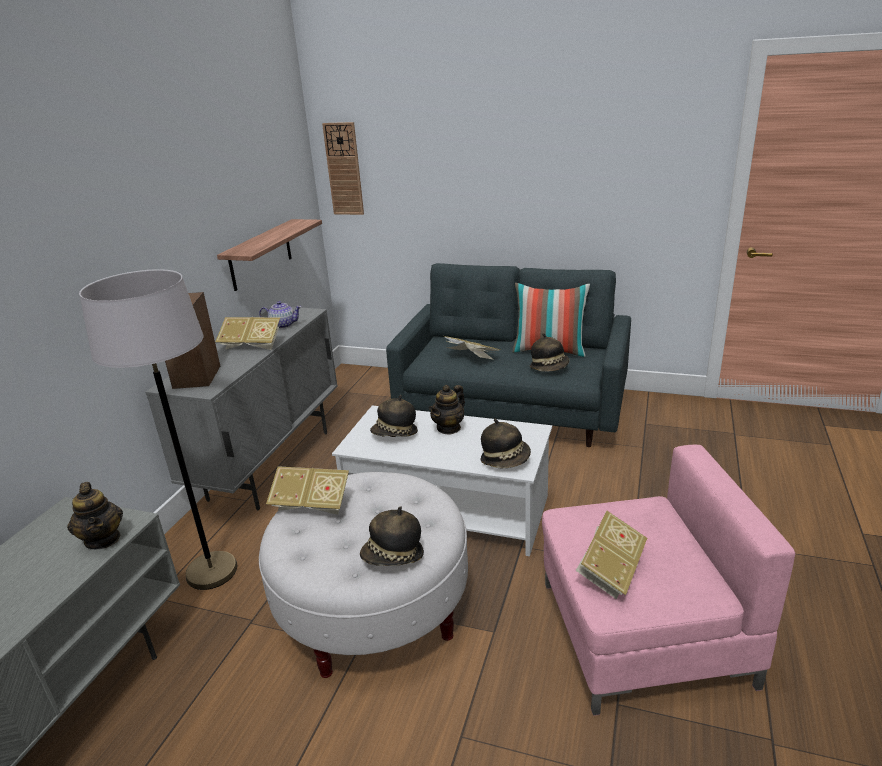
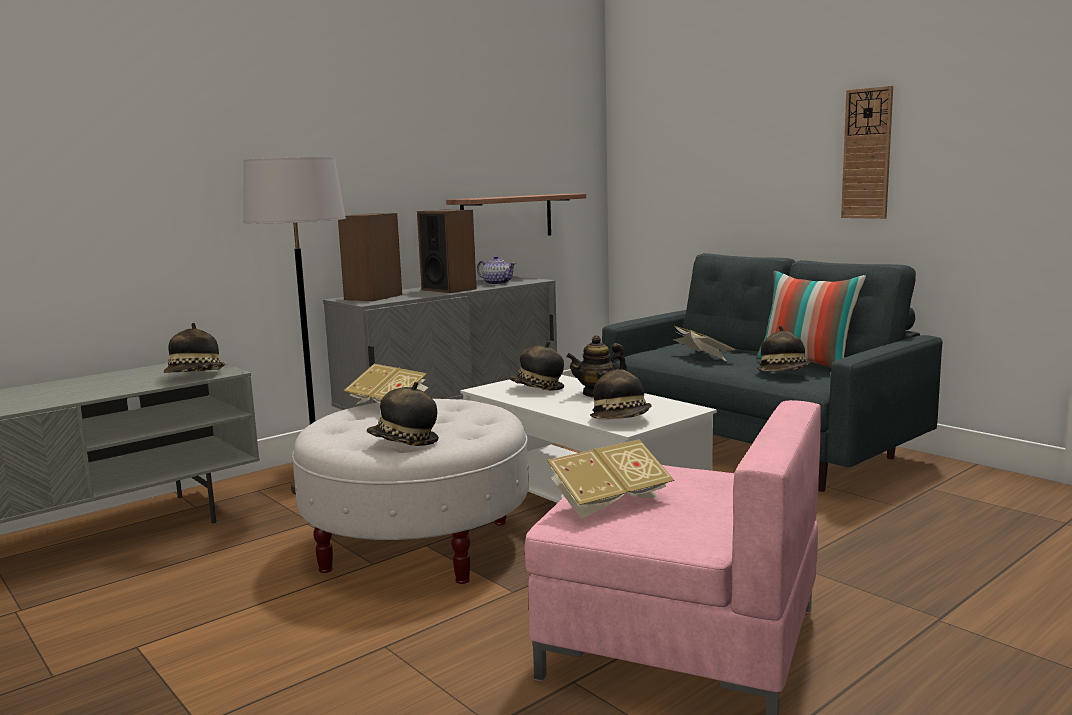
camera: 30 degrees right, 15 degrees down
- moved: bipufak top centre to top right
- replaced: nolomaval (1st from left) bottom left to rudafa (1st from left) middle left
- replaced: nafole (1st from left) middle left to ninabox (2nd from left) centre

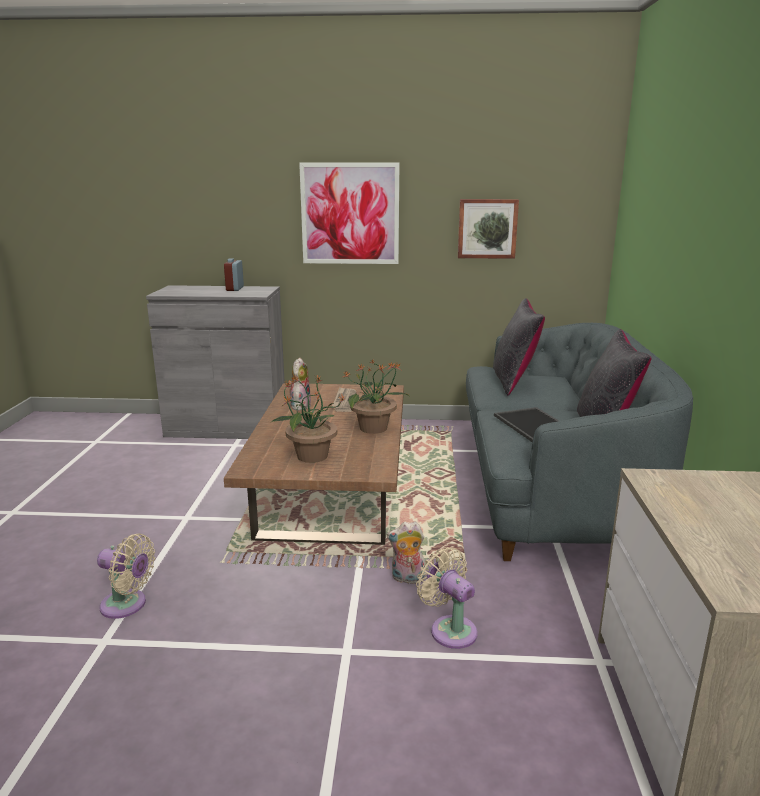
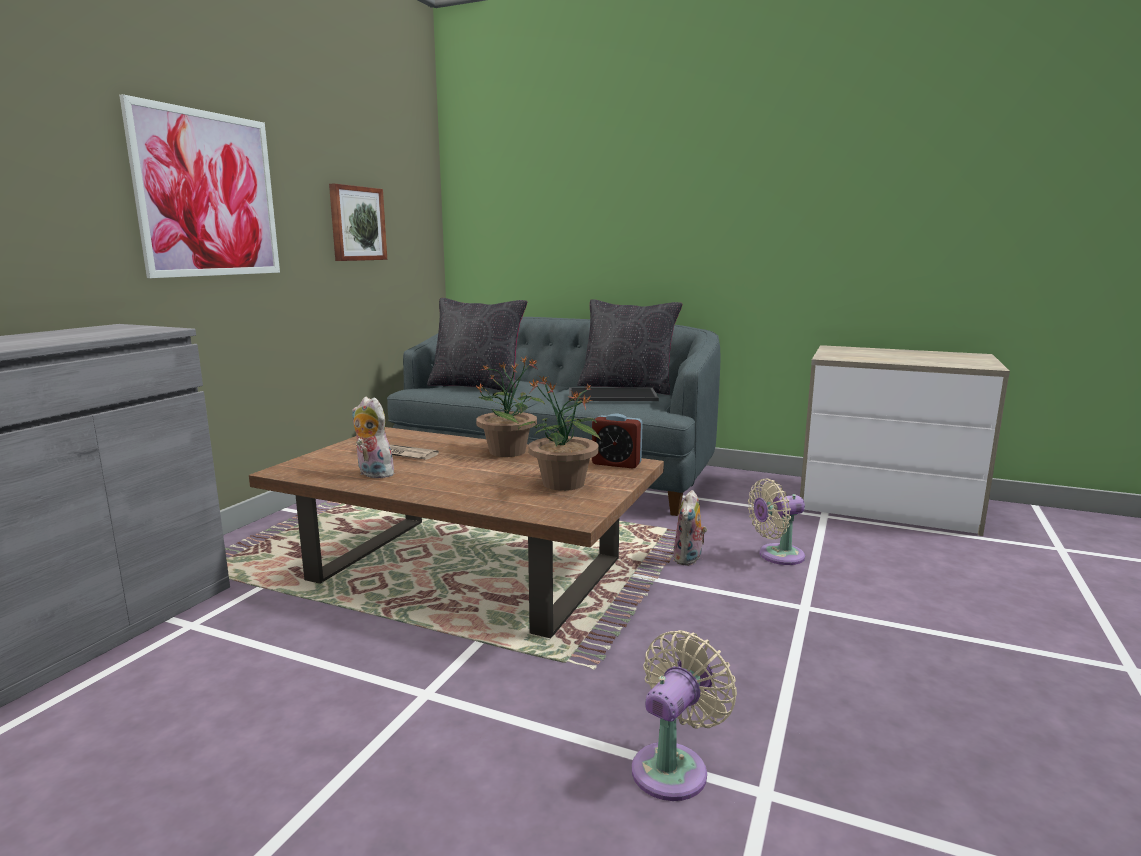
camera: 70 degrees left, 5 degrees down
- moved: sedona middle left to centre

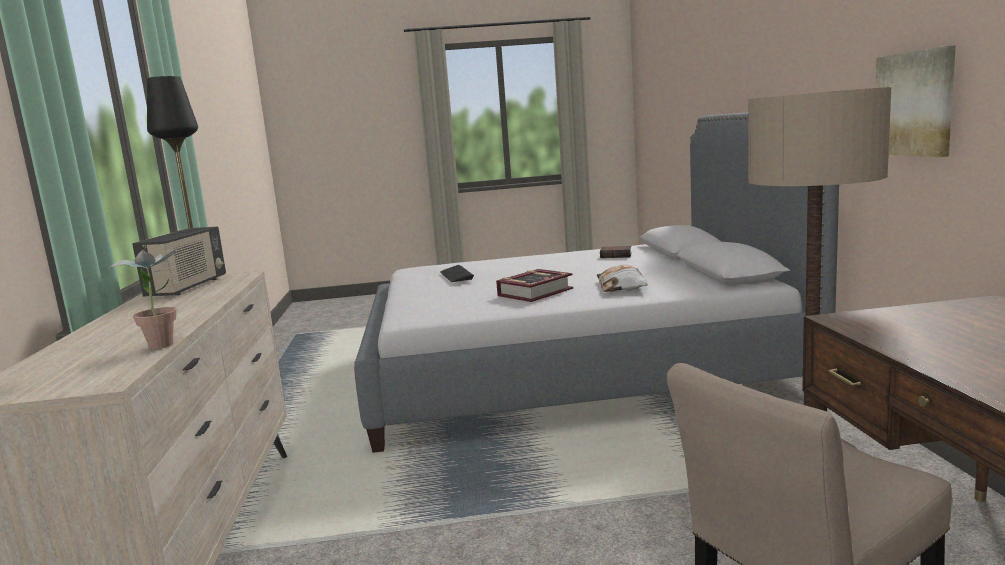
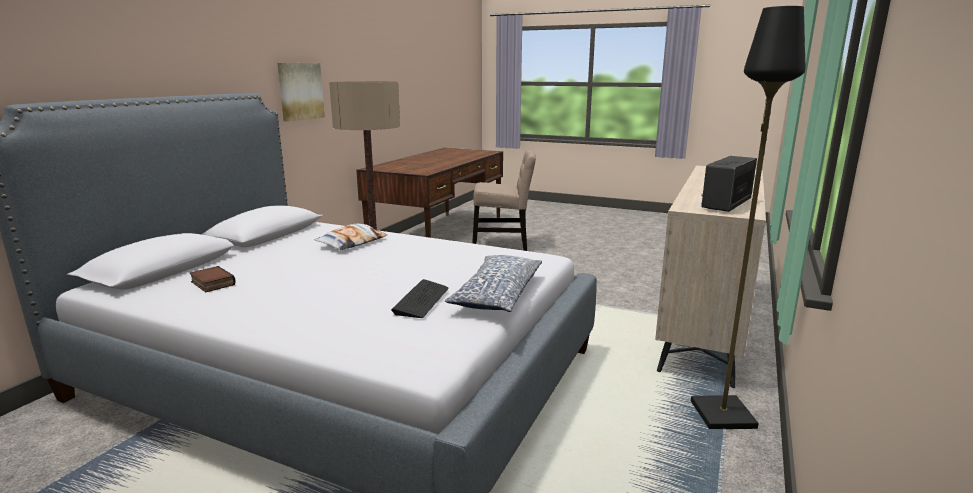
camera: 150 degrees left, 5 degrees up
- removed: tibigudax middle left
- removed: nafole (1st from left) centre
- added: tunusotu (2nd from left) centre

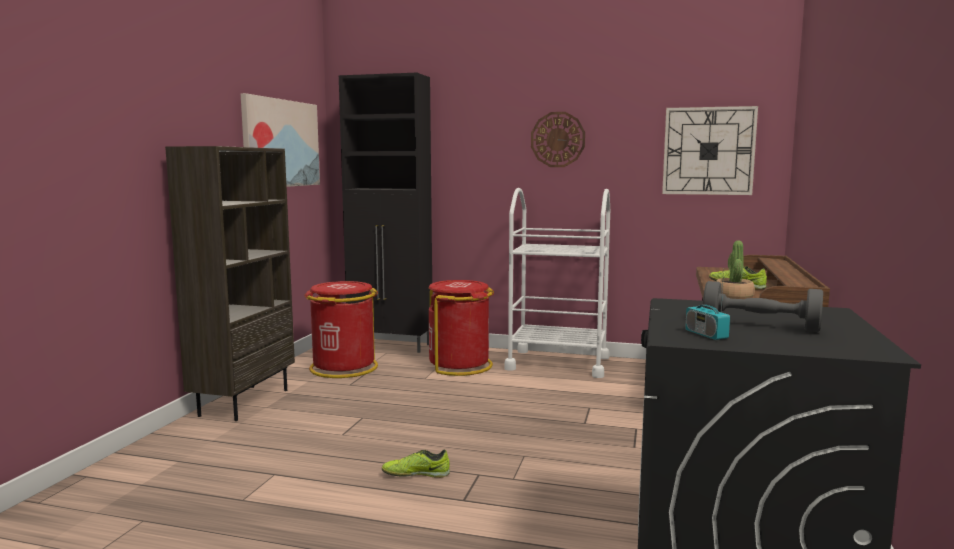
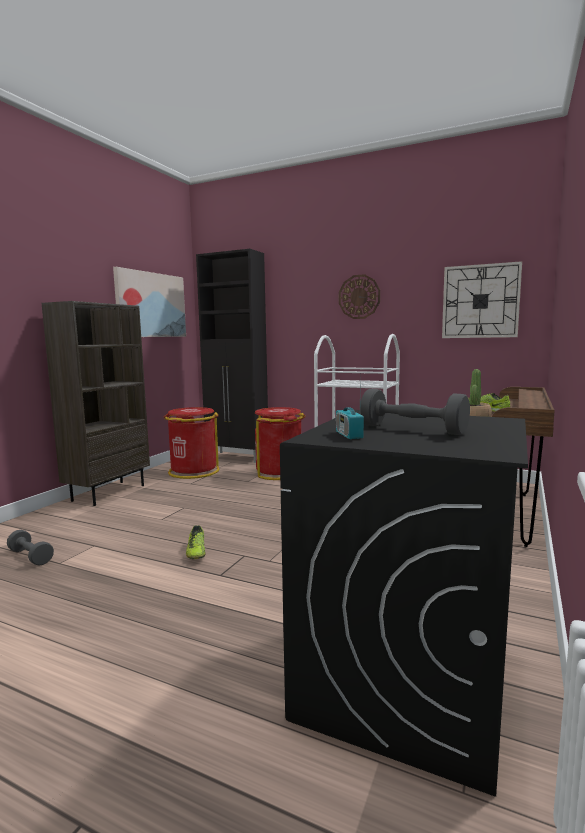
camera: 10 degrees right, 0 degrees up
- added: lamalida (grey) (1st from left) middle left
- turned: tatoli (1st from left) bottom centre = centre 105 degrees counterclockwise

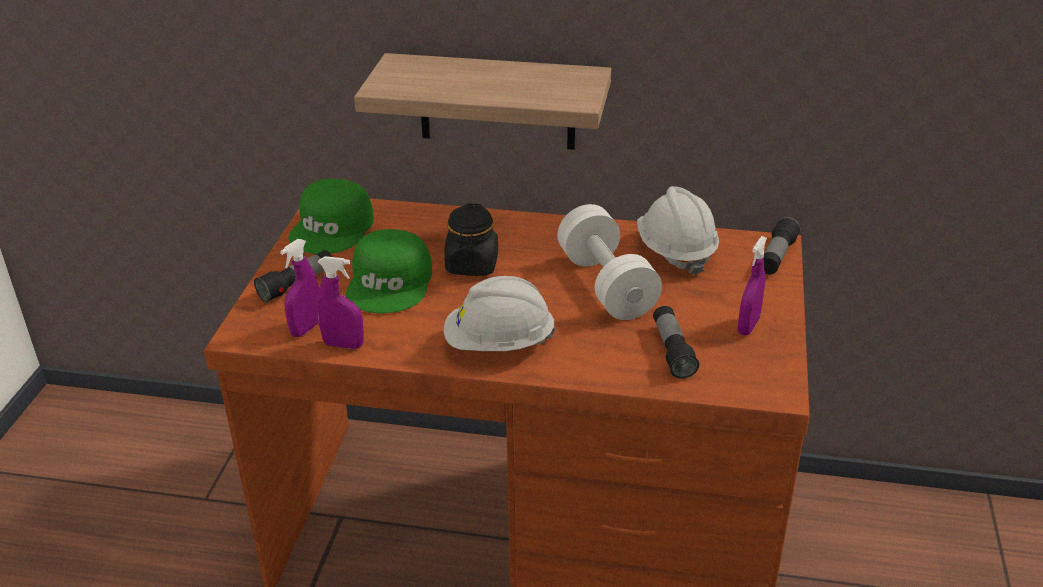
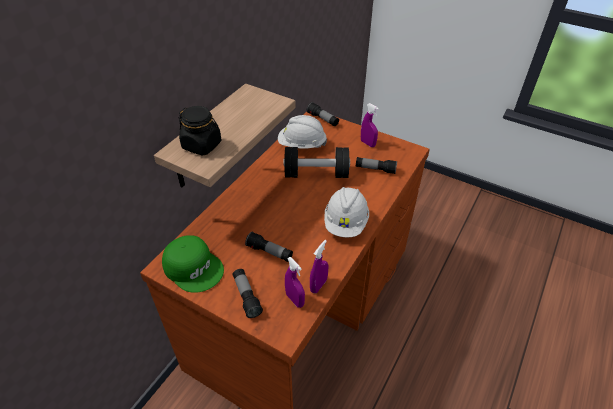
camera: 70 degrees left, 10 degrees up
- moved: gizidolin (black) centre to top left
- replaced: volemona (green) (2nd from left) centre to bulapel (2nd from left) centre
- recoloured: lamalida (white) centre to lamalida (black) centre

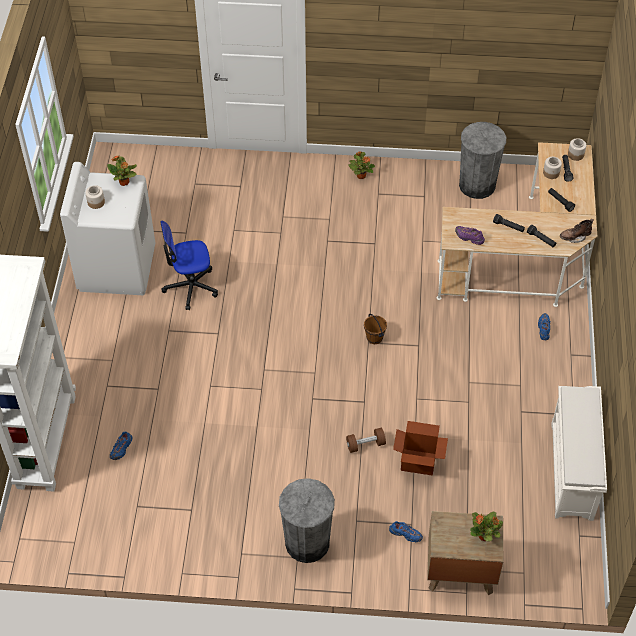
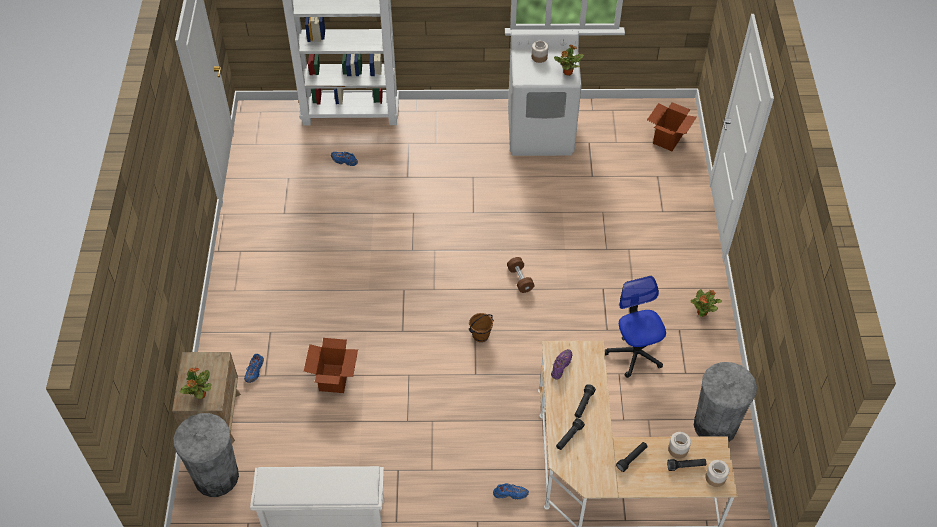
camera: 85 degrees right, 0 degrees up
- removed: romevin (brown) middle right
- added: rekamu (2nd from left) top right
- moved: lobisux middle left to middle right
- moved: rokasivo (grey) (1st from left) bottom centre to bottom left
- moved: lamalida (brown) bottom centre to centre

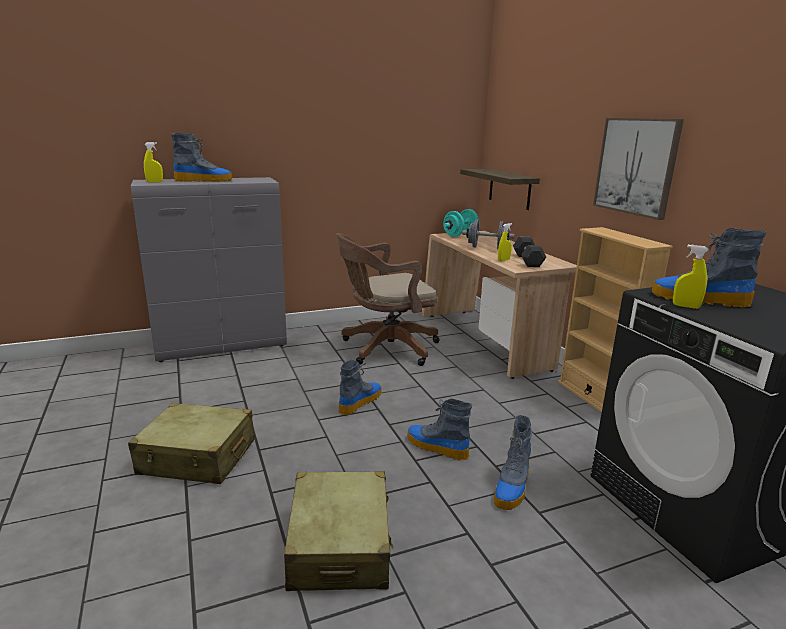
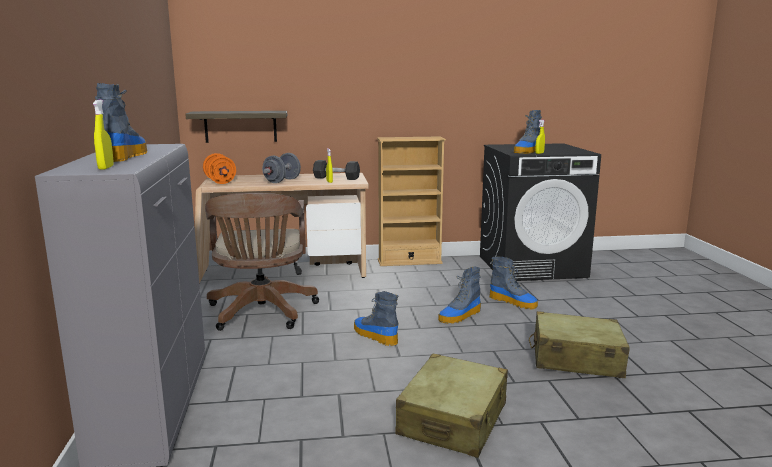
camera: 75 degrees left, 5 degrees down
- removed: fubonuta top right
- recoloured: lamalida (turquoise) centre to lamalida (orange) middle left

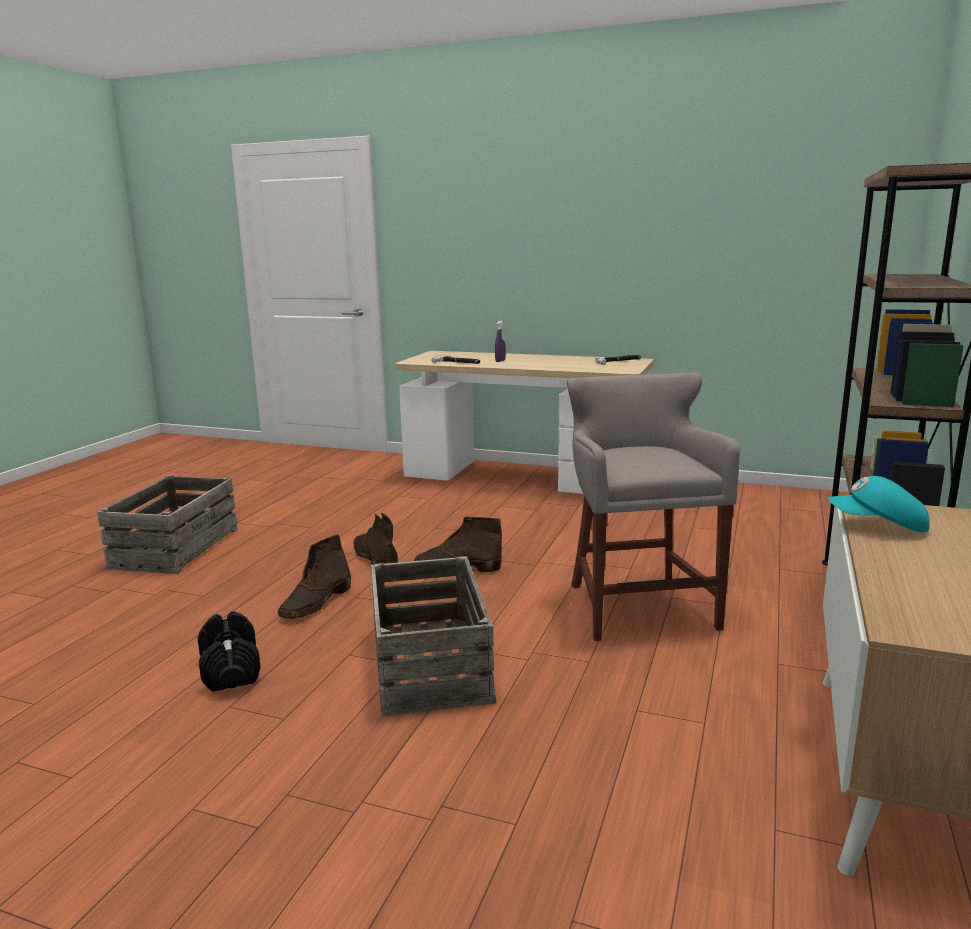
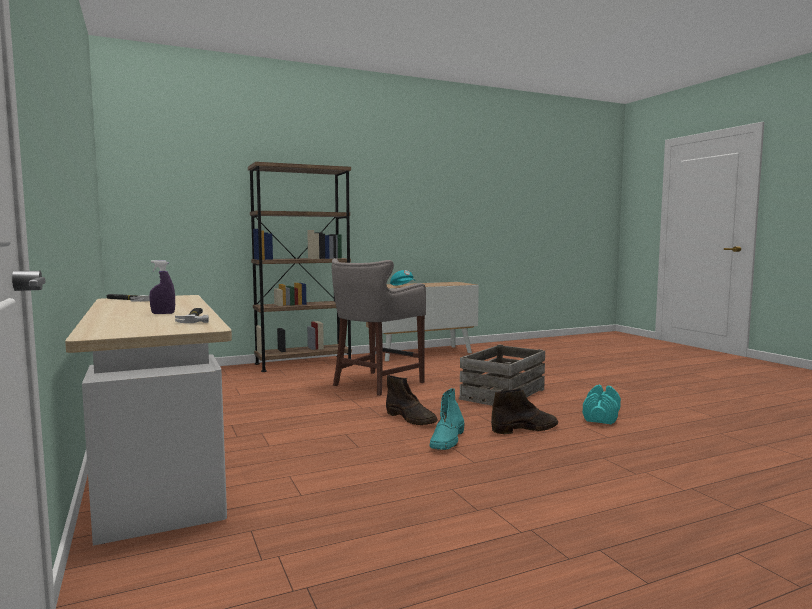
camera: 135 degrees left, 10 degrees down
- removed: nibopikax (1st from left) middle left
- recoloured: lamalida (black) bottom left to lamalida (turquoise) middle right
- recoloured: romevin (brown) (2nd from left) centre to romevin (turquoise) bottom centre

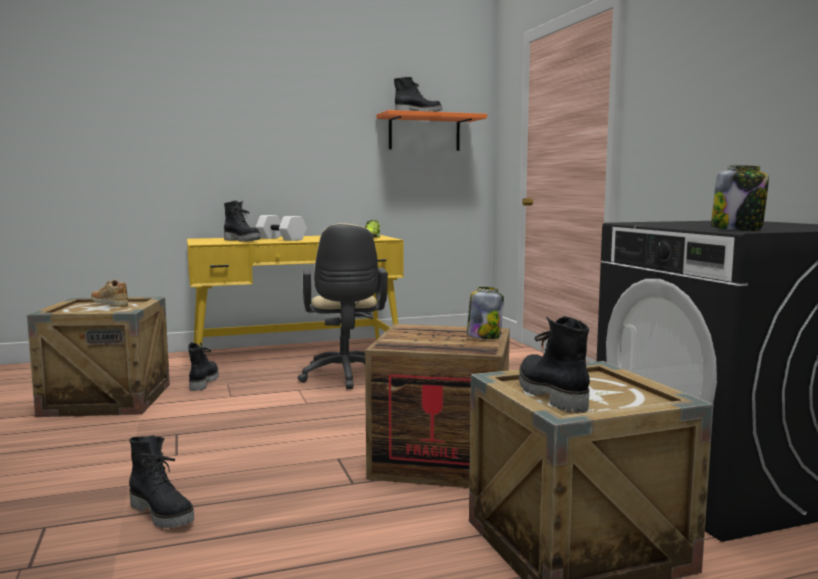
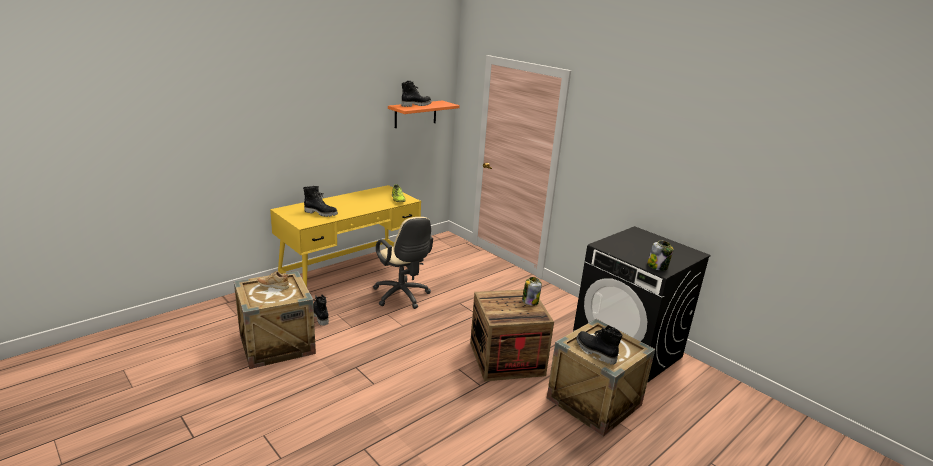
camera: 25 degrees left, 15 degrees up
- removed: romevin (black) (1st from left) bottom left
- removed: lamalida (white) centre

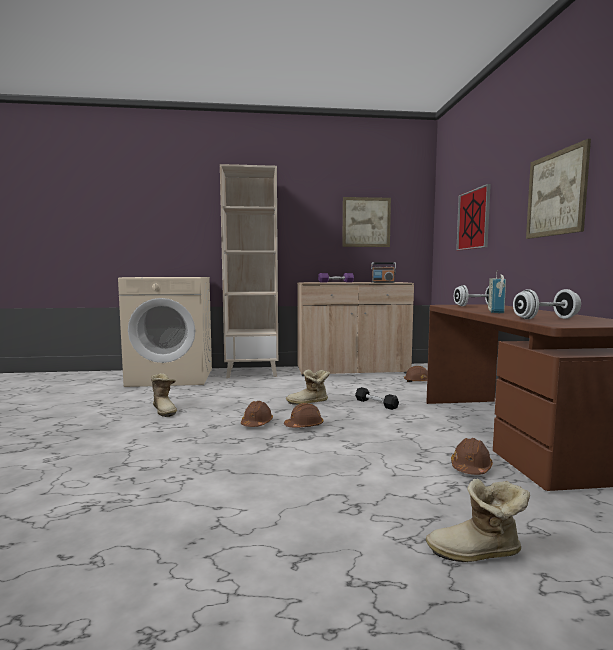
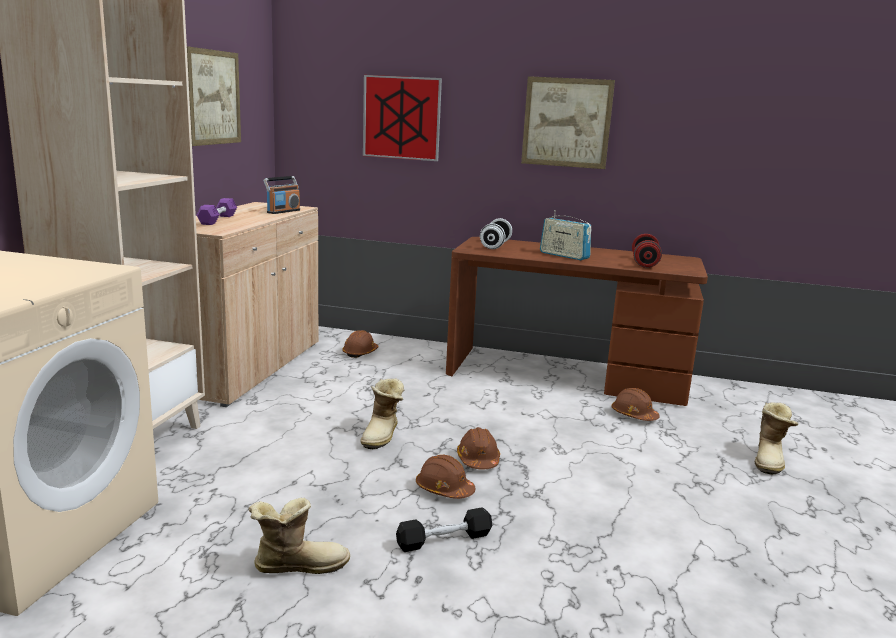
camera: 70 degrees left, 10 degrees up
- moved: lamalida (black) centre to bottom centre
- recoloured: lamalida (white) (2nd from left) middle right to lamalida (red) middle right

